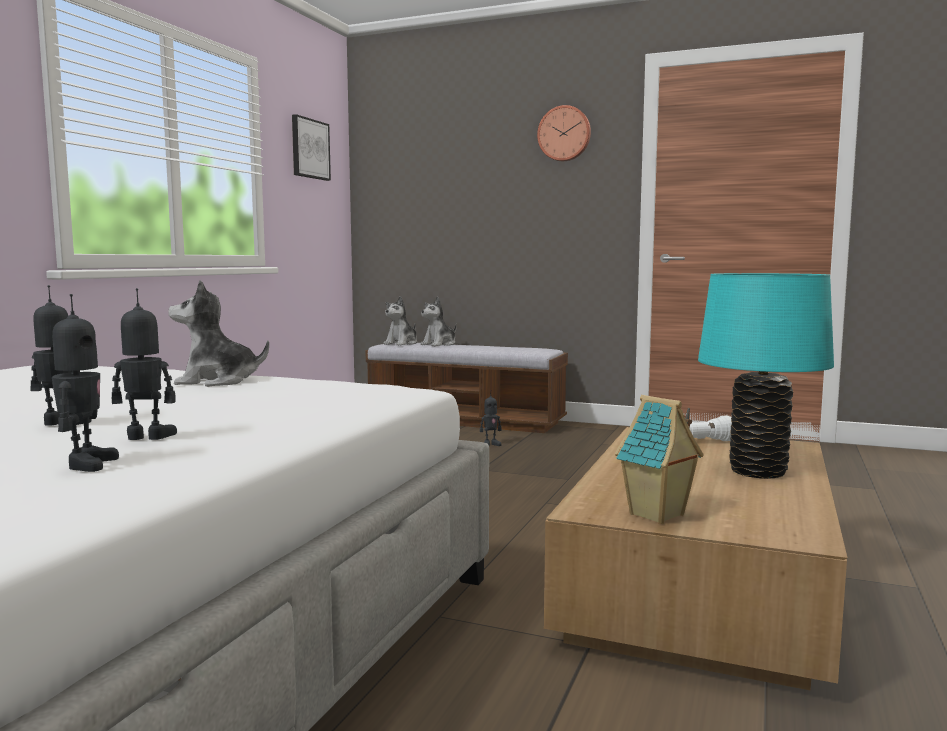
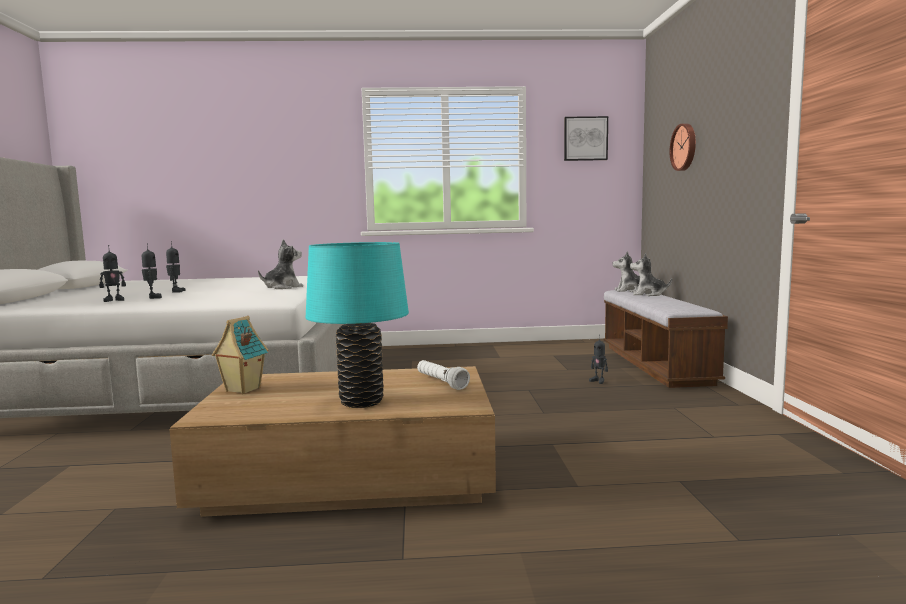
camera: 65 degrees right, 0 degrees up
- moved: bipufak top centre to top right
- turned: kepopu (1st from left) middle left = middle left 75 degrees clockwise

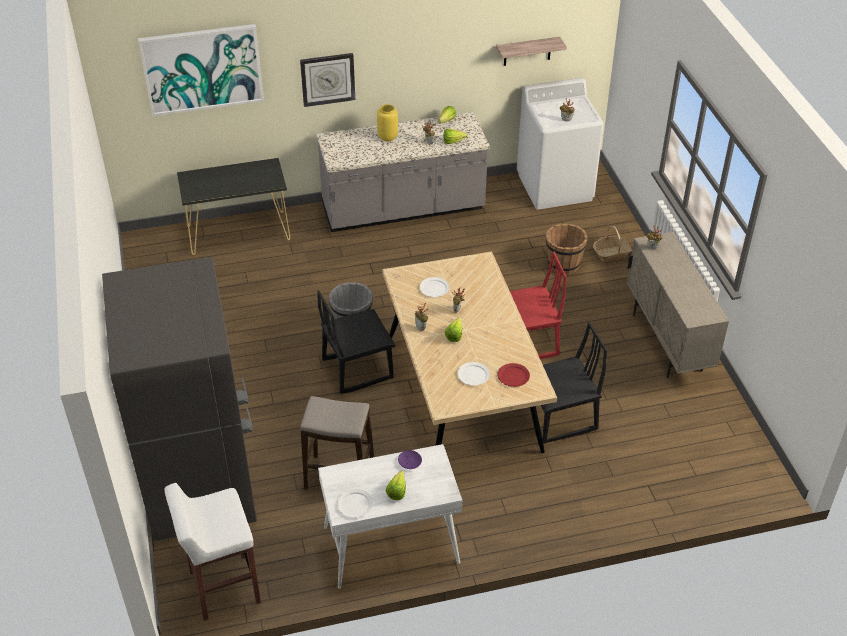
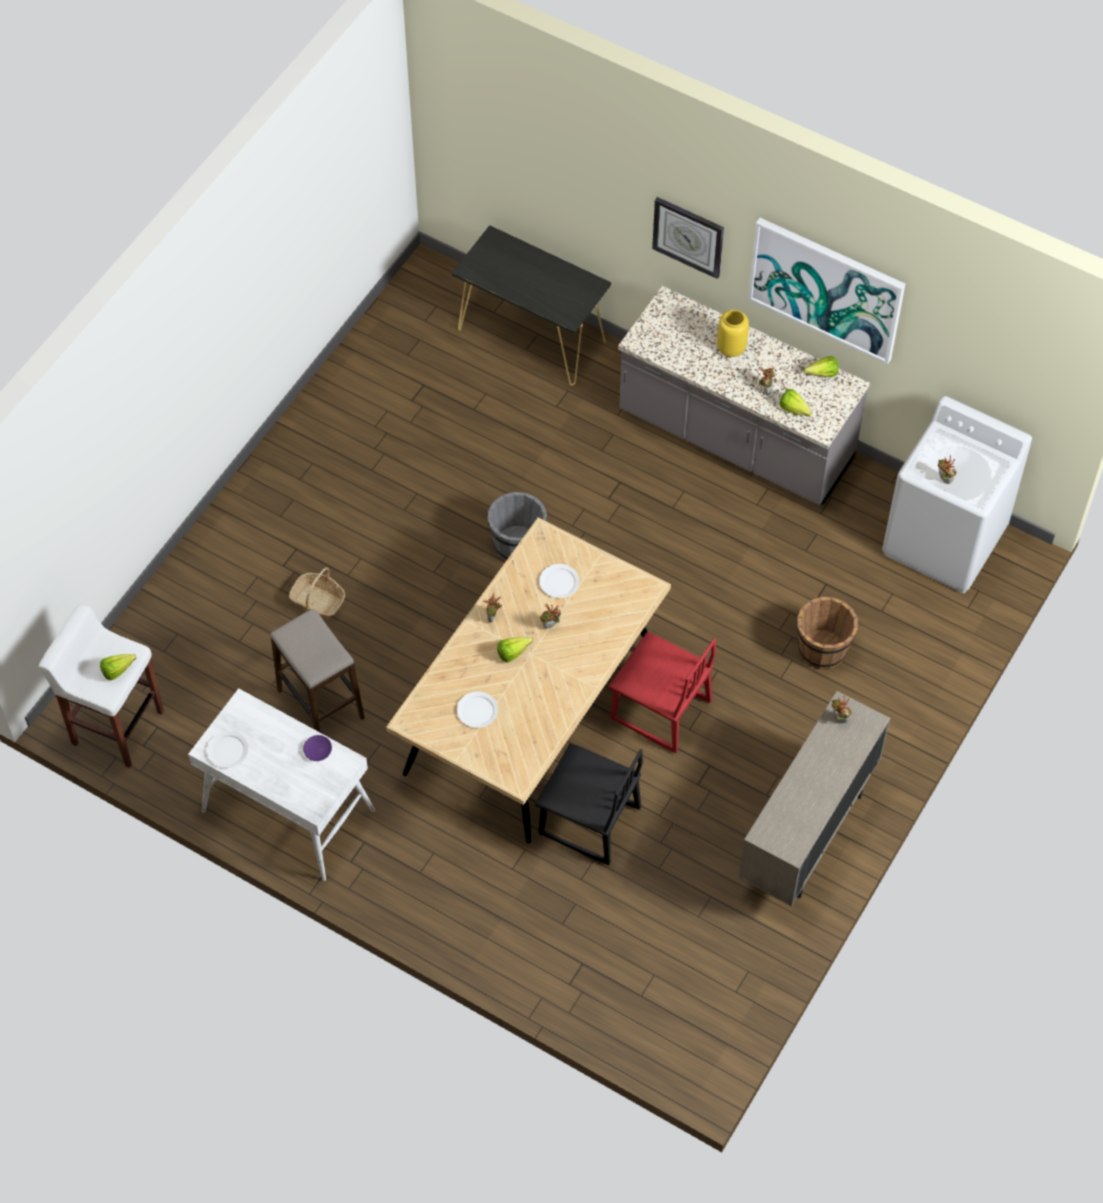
camera: 45 degrees right, 15 degrees up
- removed: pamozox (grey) middle left
- removed: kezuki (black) (1st from left) centre
- removed: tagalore top centre
- removed: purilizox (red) centre
- moved: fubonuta top left to top right
- moved: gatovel (1st from left) bottom centre to middle left
- moved: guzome middle right to middle left

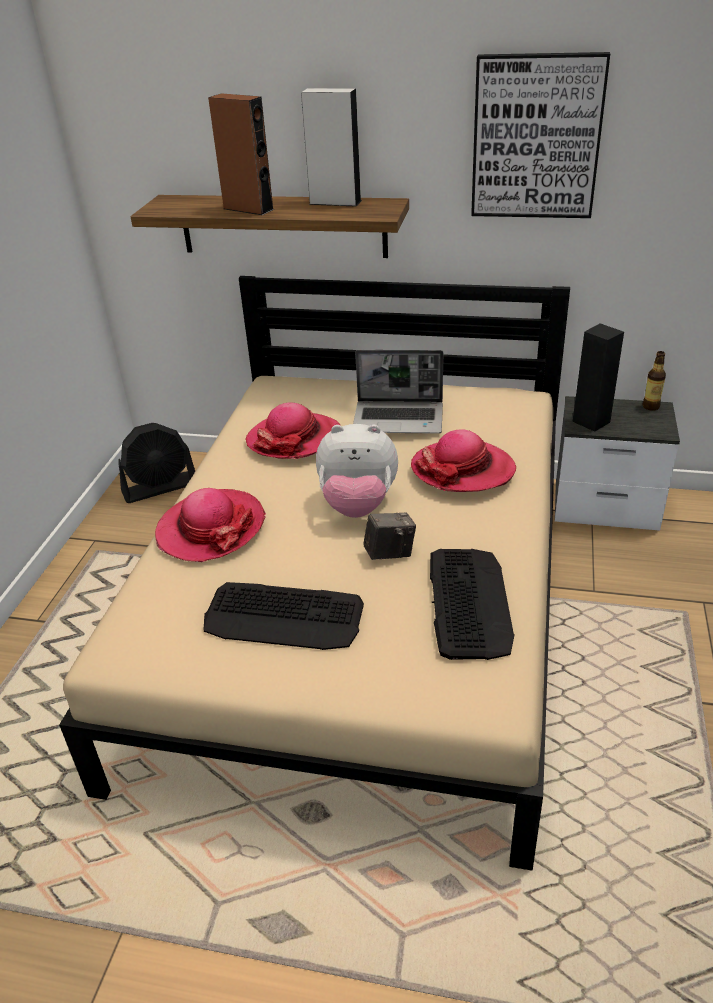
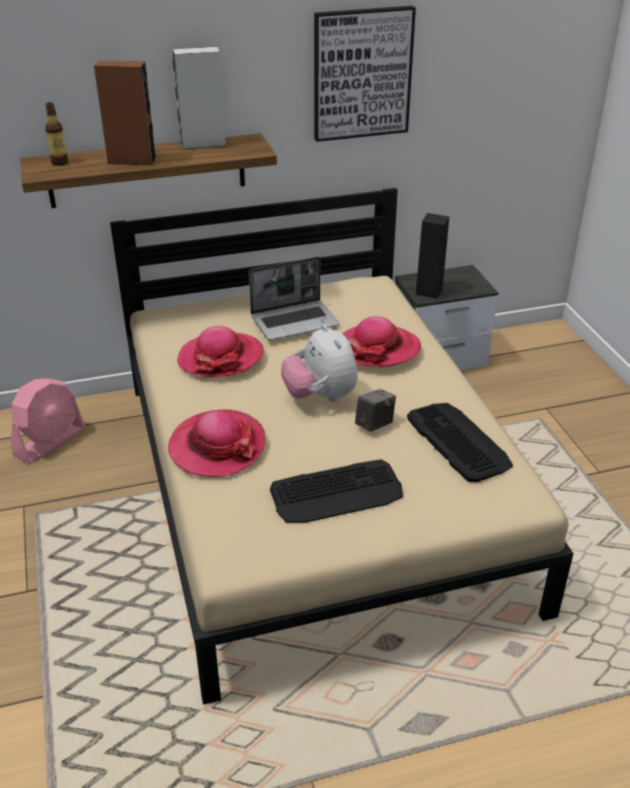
camera: 30 degrees left, 0 degrees up
- moved: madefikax middle right to top left
- recoloured: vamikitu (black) middle left to vamikitu (pink) middle left
- turned: kepopu centre = centre 90 degrees clockwise

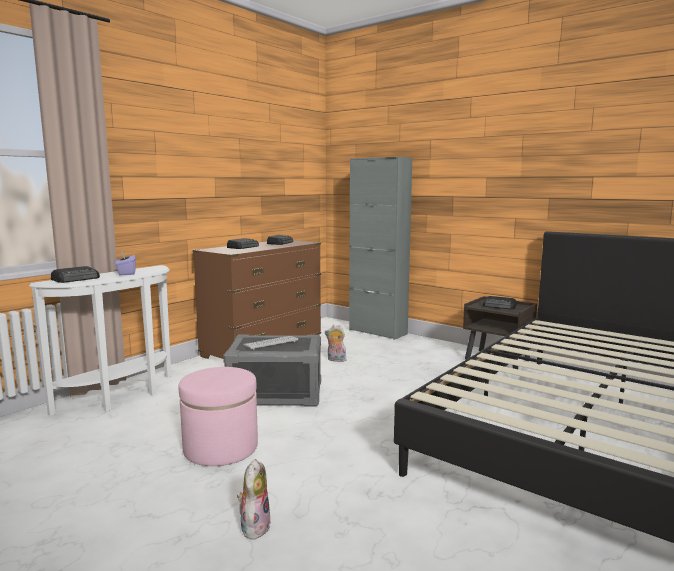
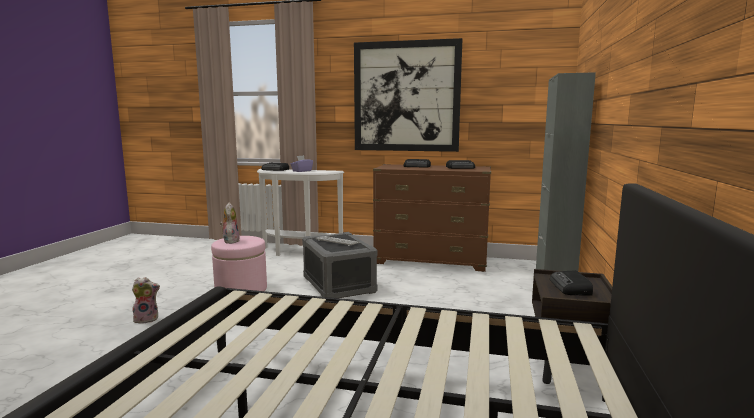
camera: 65 degrees right, 0 degrees up
- added: fubonuta top centre
- moved: kepopu (2nd from left) centre to middle left

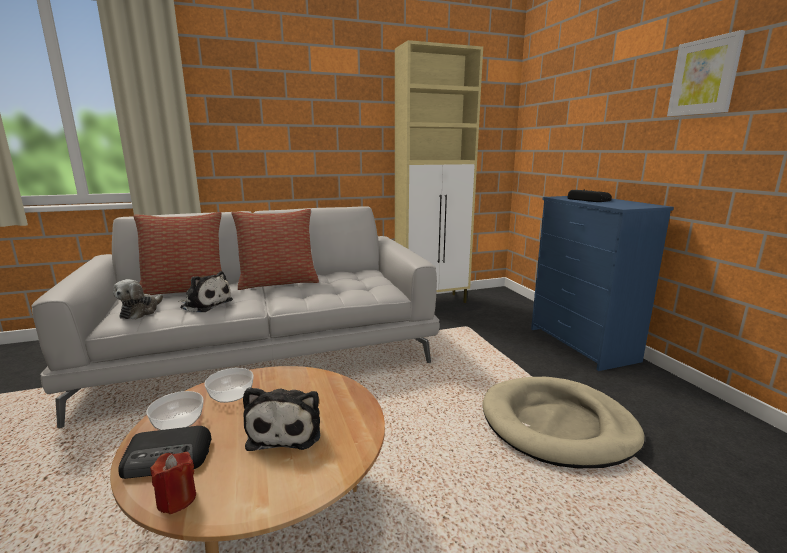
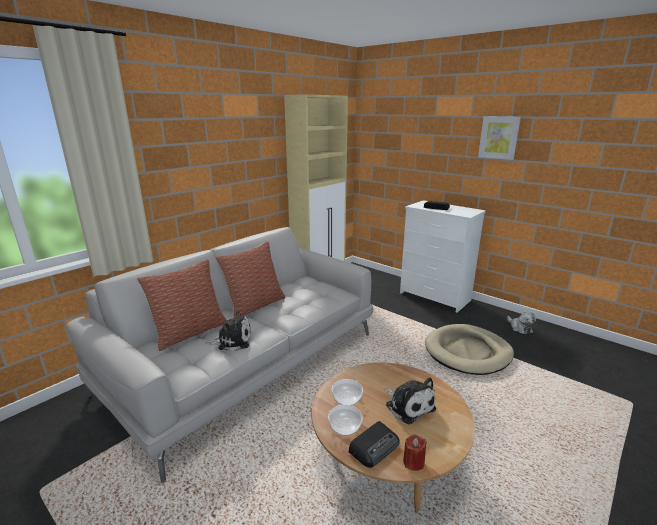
camera: 30 degrees left, 5 degrees up
- moved: kepopu (1st from left in the first image) middle left to kepopu (3rd from left) middle right
- recoloured: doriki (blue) middle right to doriki (white) middle right

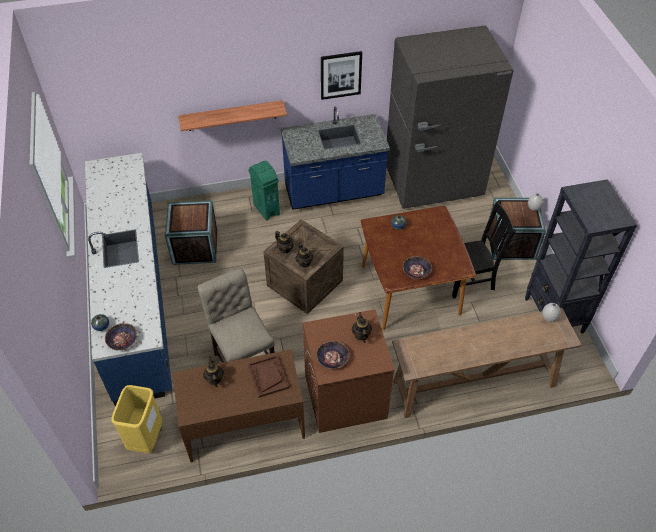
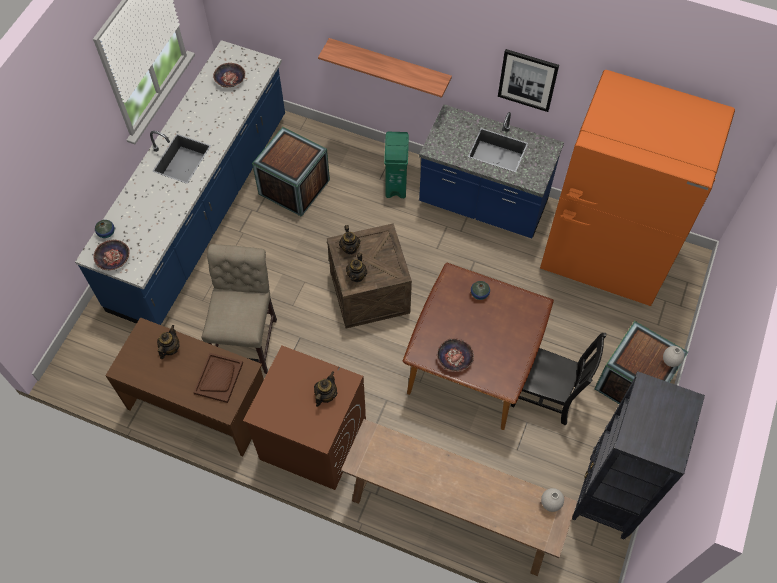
camera: 35 degrees right, 10 degrees up
- removed: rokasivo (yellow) bottom left
- moved: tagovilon (2nd from left) bottom centre to top left
- recoloured: pamozox (grey) top right to pamozox (orange) top right

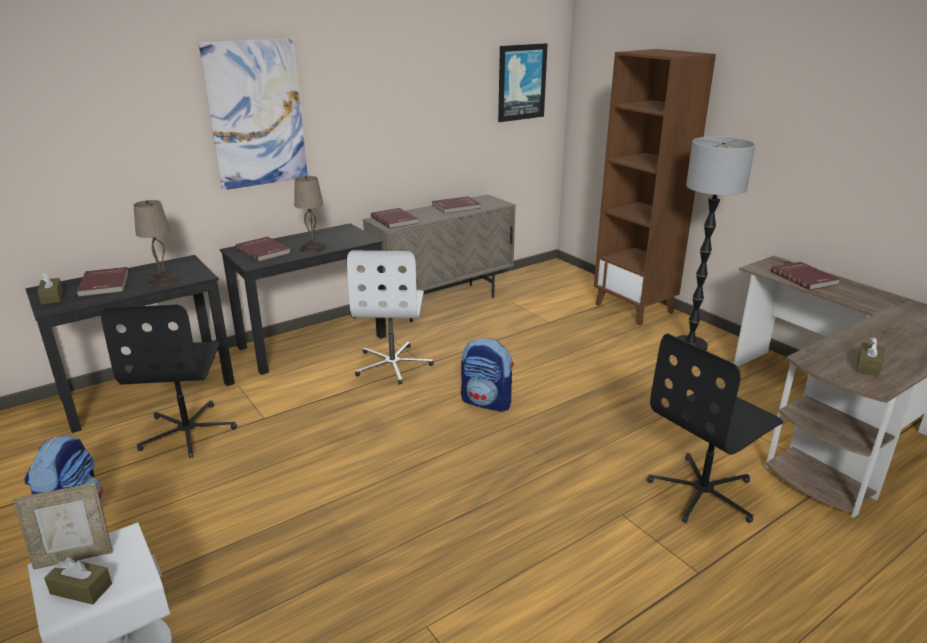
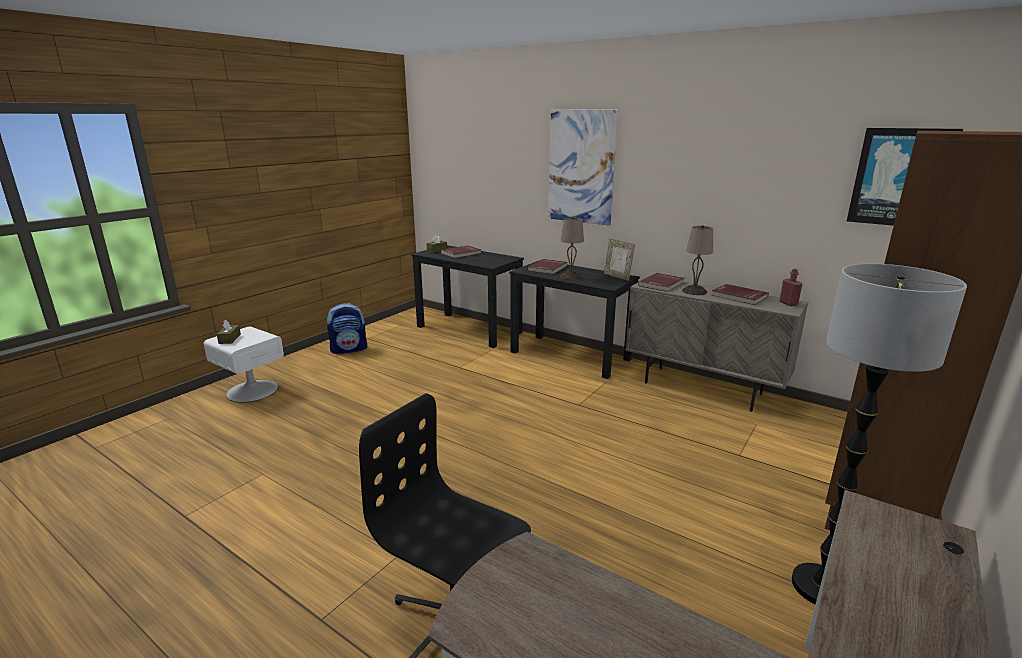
camera: 70 degrees right, 5 degrees down
- removed: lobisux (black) (1st from left) middle left
- removed: lobisux (white) centre
- removed: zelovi (2nd from left) centre
- removed: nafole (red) (5th from left) middle right
- removed: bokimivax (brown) (3rd from left) middle right
- added: madefikax (red) middle right
- moved: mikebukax bottom left to centre
- moved: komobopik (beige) (1st from left in the first image) middle left to komobopik (beige) (2nd from left) middle right

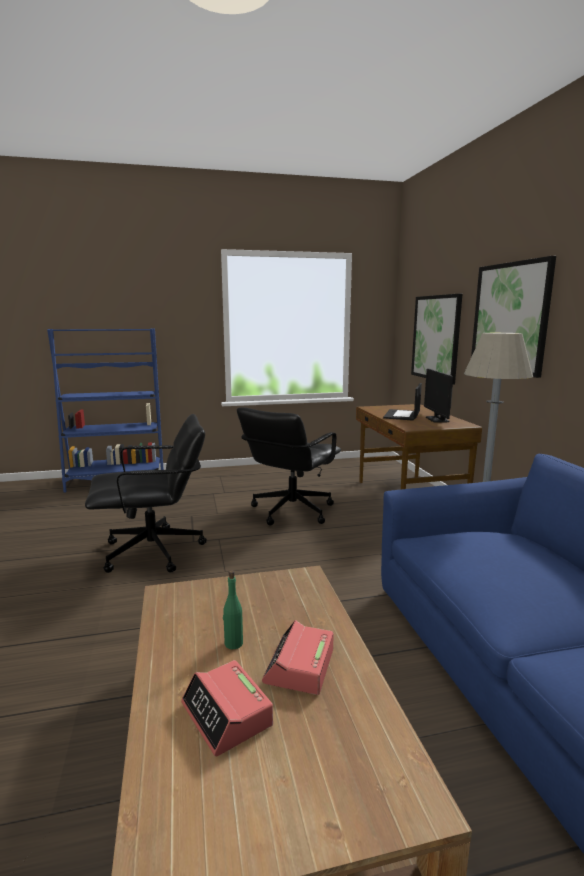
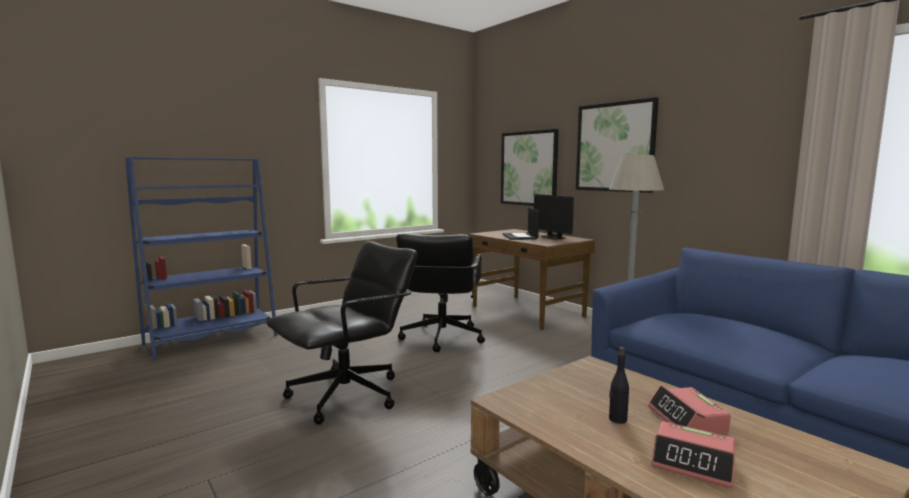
camera: 25 degrees left, 5 degrees down
- recoloured: madefikax (green) bottom centre to madefikax (black) bottom right

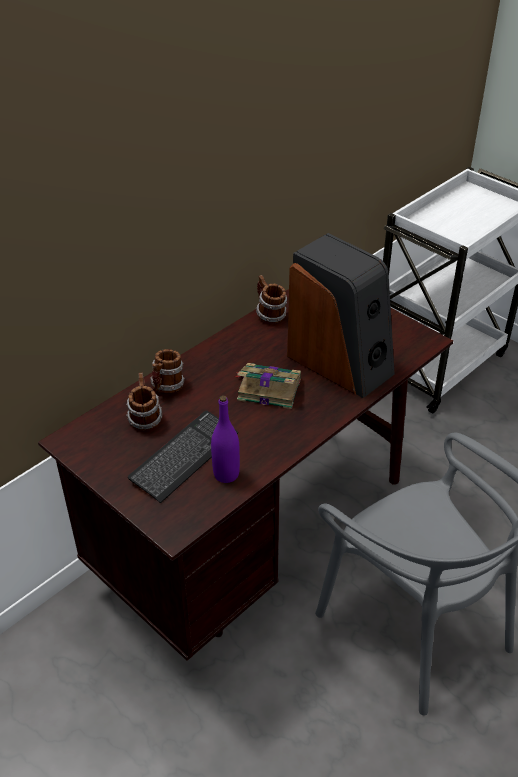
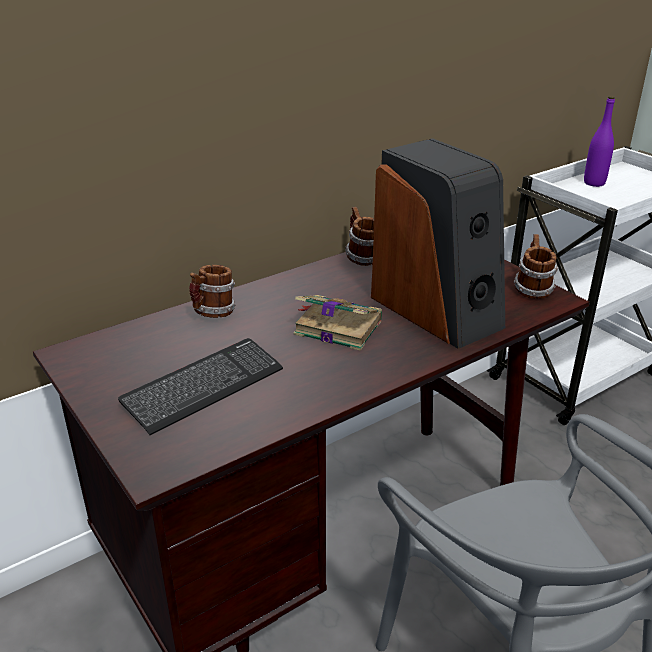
camera: 10 degrees right, 10 degrees down
- moved: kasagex (1st from left in the first image) middle left to kasagex (3rd from left) middle right
- moved: madefikax (purple) centre to top right

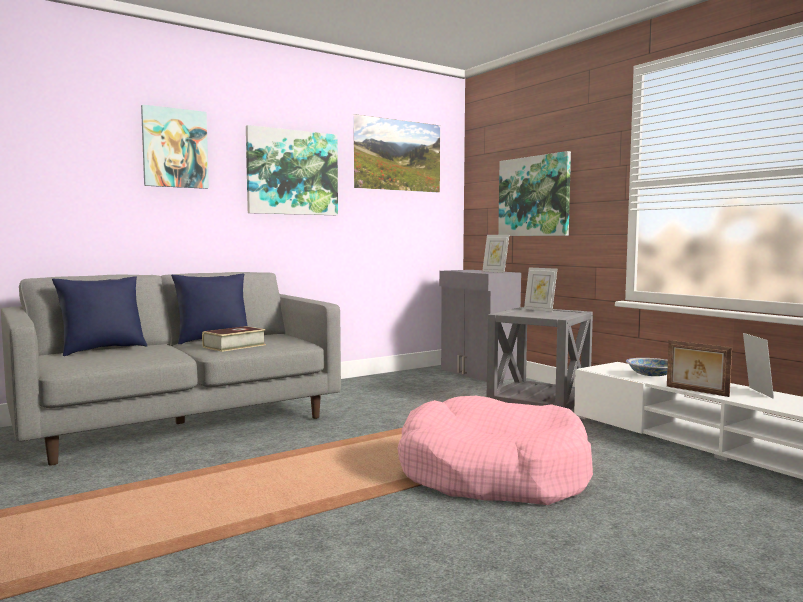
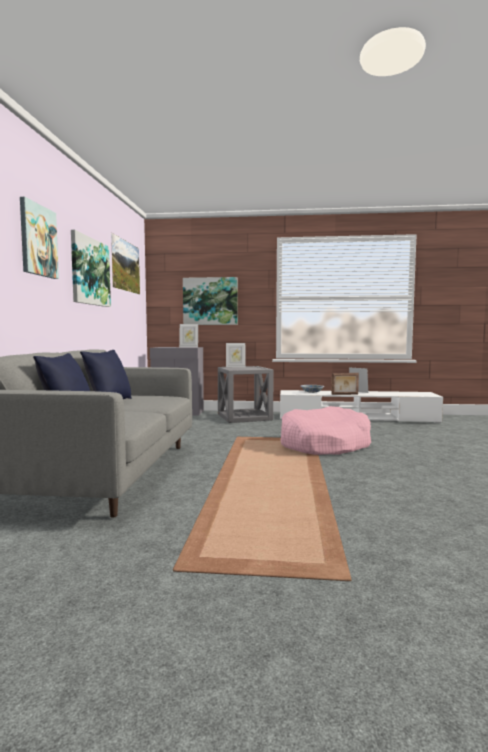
camera: 50 degrees left, 0 degrees up
- removed: nafole middle left

